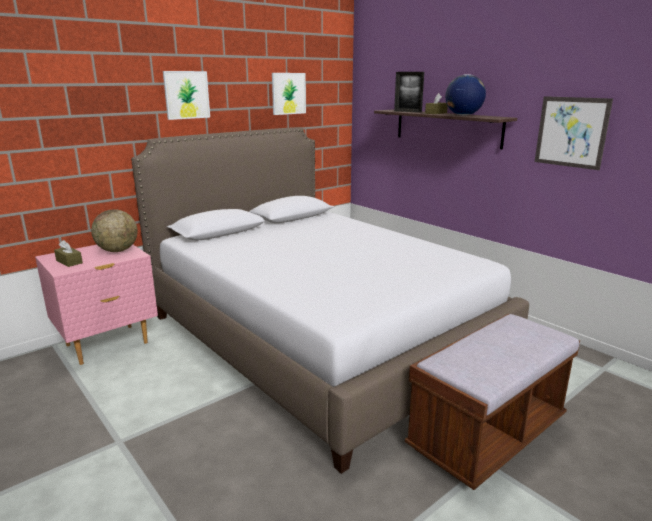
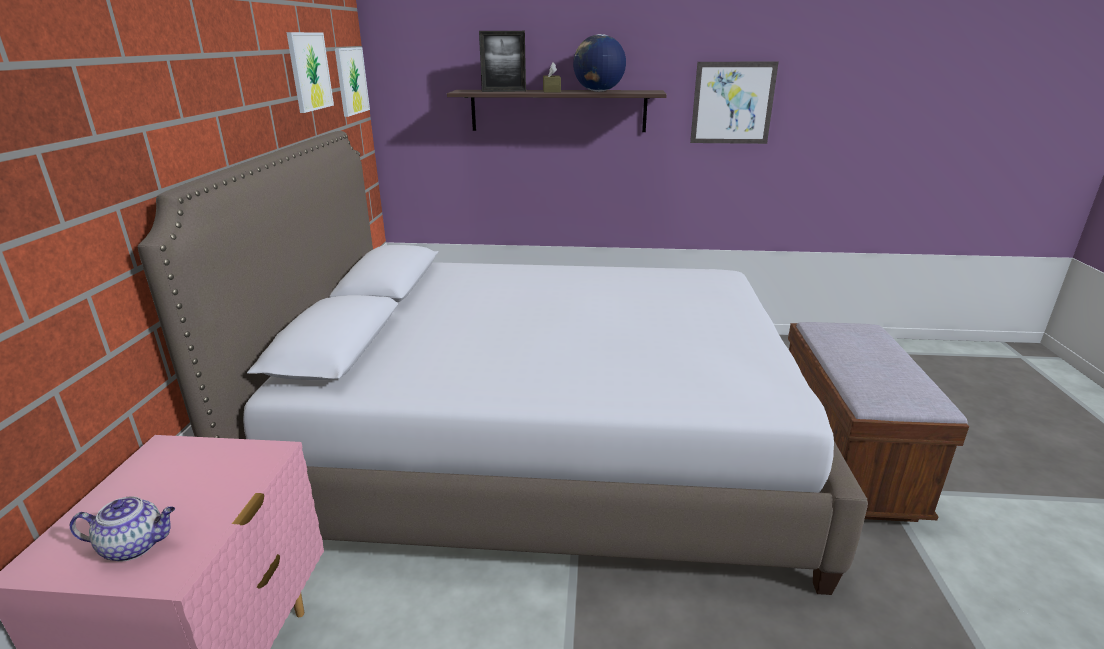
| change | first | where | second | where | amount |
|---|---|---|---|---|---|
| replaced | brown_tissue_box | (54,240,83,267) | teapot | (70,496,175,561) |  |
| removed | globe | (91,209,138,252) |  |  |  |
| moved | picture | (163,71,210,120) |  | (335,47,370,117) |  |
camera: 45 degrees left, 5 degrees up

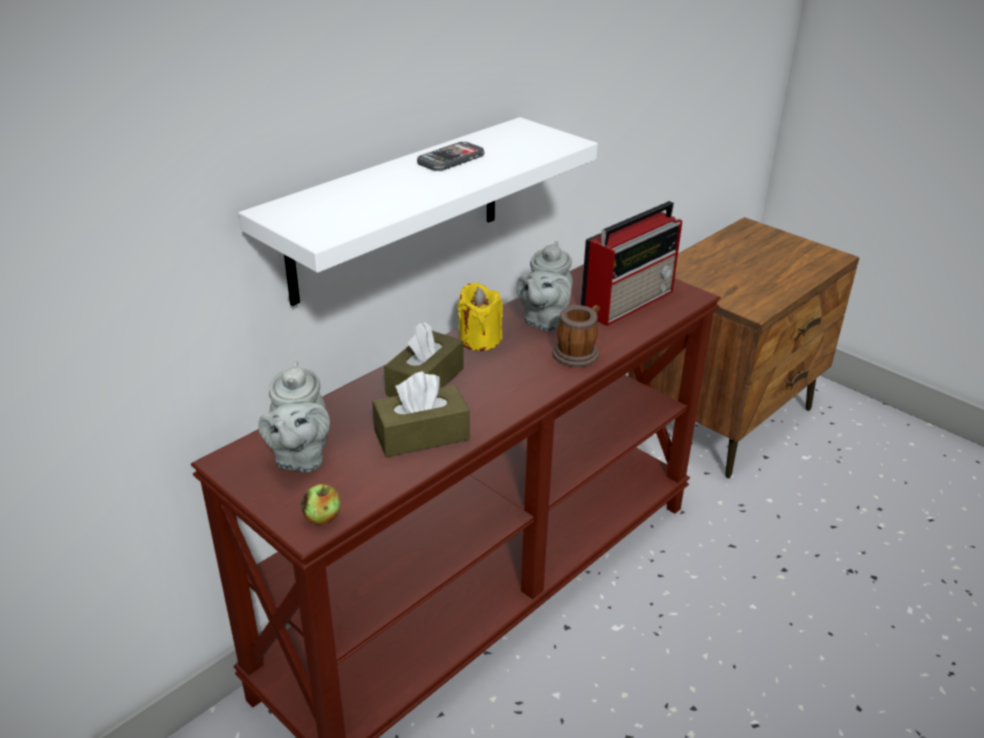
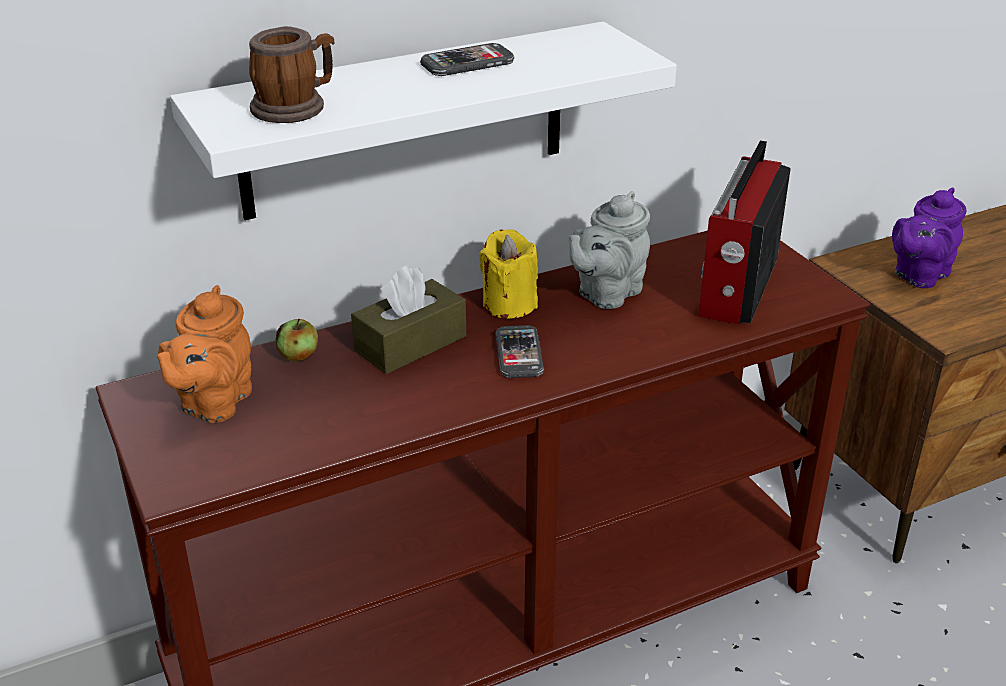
| change | first | where | second | where | amount |
|---|---|---|---|---|---|
| recoloured | grey_teapot | (258,361,330,472) | orange_teapot | (157,285,252,423) |  |
| moved | apple | (301,484,340,525) |  | (276,318,318,361) |  |
| removed | brown_tissue_box | (373,372,470,457) |  |  |  |
| moved | mug | (552,305,600,367) |  | (249,26,334,123) |  |
| turned | radio | (581,201,682,326) |  | (698,140,791,325) | 135 degrees clockwise |
| added |  |  | phone | (495,325,544,378) |  |
| added |  |  | purple_teapot | (892,188,967,288) |  |
camera: 20 degrees right, 0 degrees up

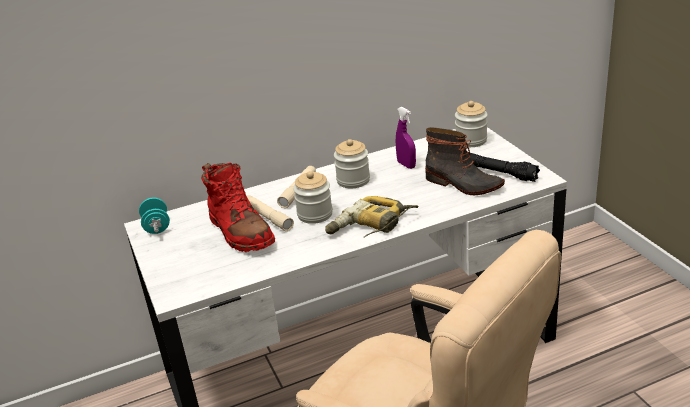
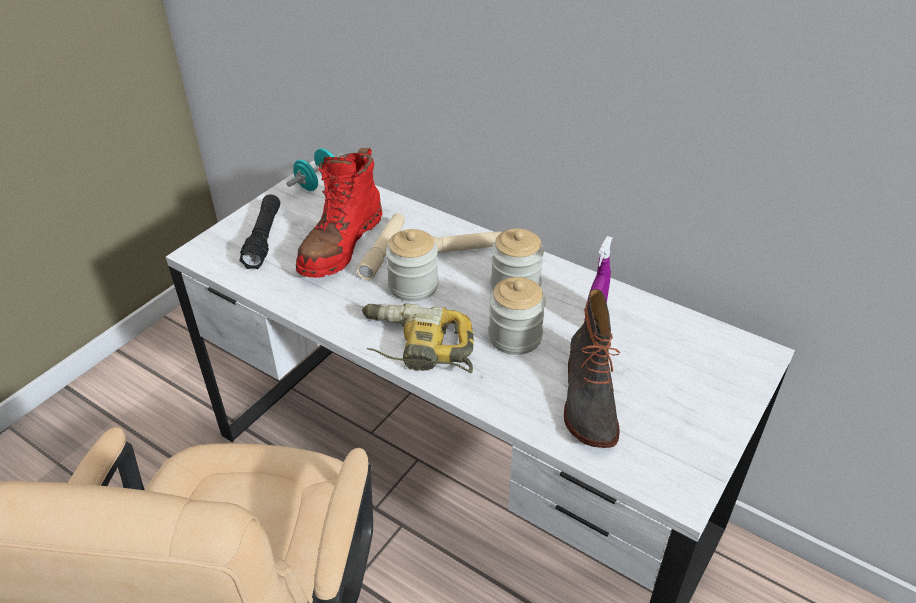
| change | first | where | second | where | amount |
|---|---|---|---|---|---|
| moved | jar | (455,101,488,147) |  | (489,277,546,355) |  |
| moved | black_flashlight | (468,153,540,182) |  | (239,194,280,269) |  |
camera: 55 degrees right, 10 degrees up

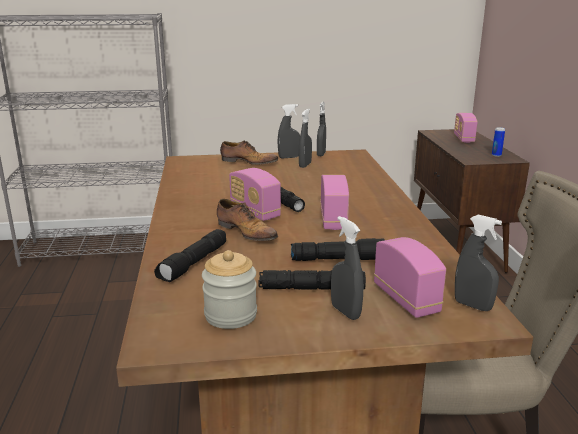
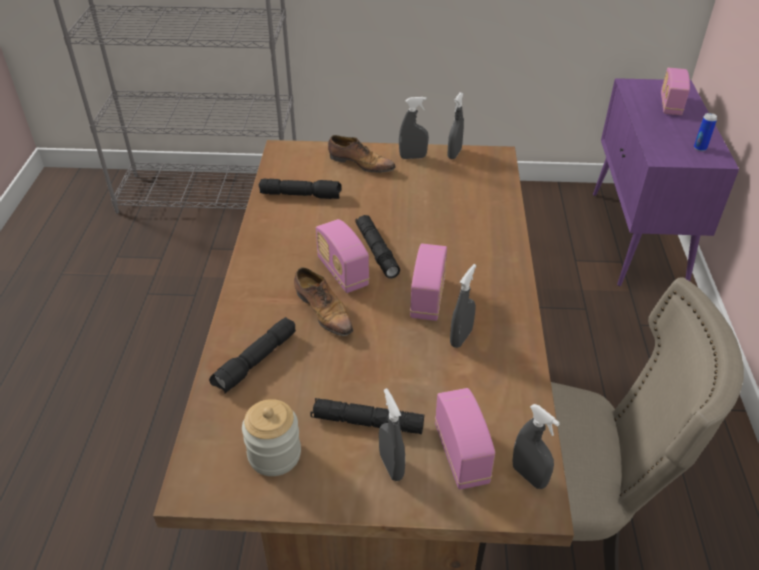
| change | first | where | second | where | amount |
|---|---|---|---|---|---|
| moved | black_flashlight | (291,238,384,261) |  | (259,179,341,199) |  |
| moved | grey_spray_bottle | (299,109,312,168) |  | (450,264,476,348) |  |
| recoloured | brown_cabinet | (414,129,530,273) | purple_cabinet | (593,78,739,286) |  |
camera: 10 degrees right, 20 degrees up

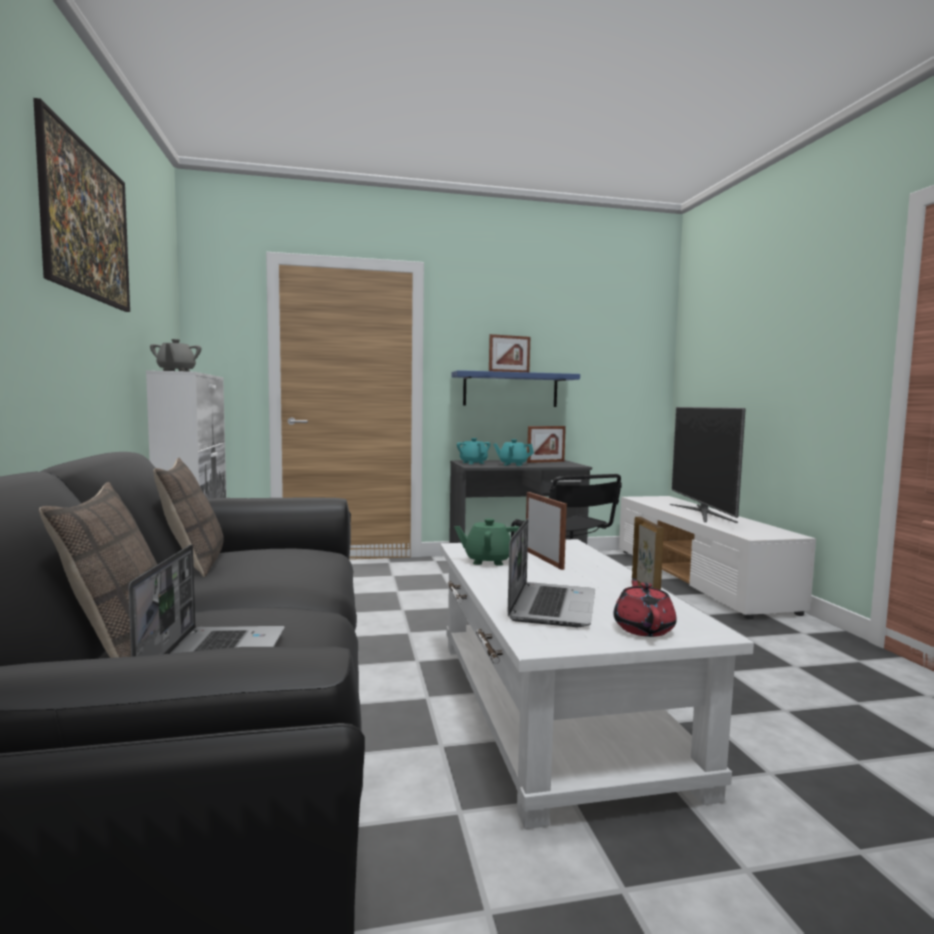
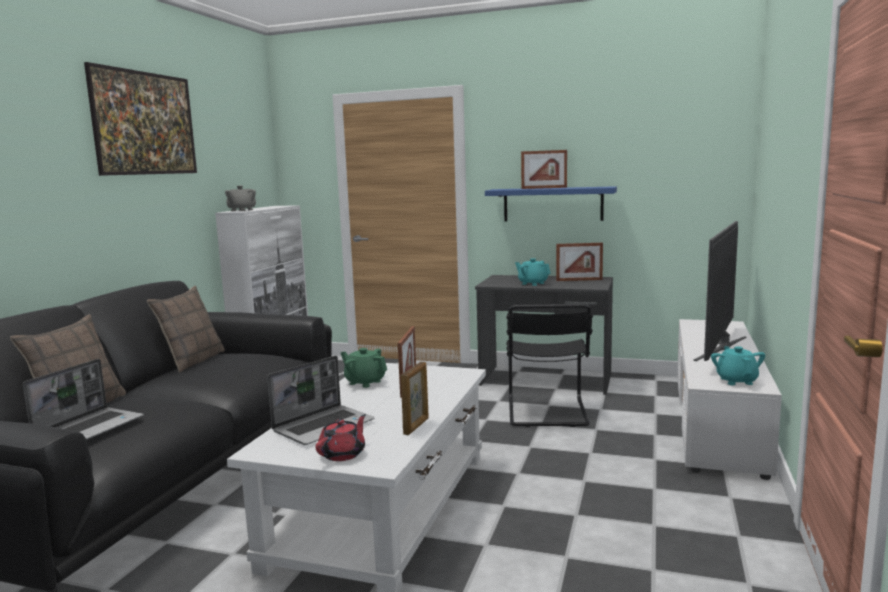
| change | first | where | second | where | amount |
|---|---|---|---|---|---|
| moved | turquoise_teapot | (457,438,490,464) |  | (711,346,765,385) |  |
camera: 30 degrees right, 5 degrees up

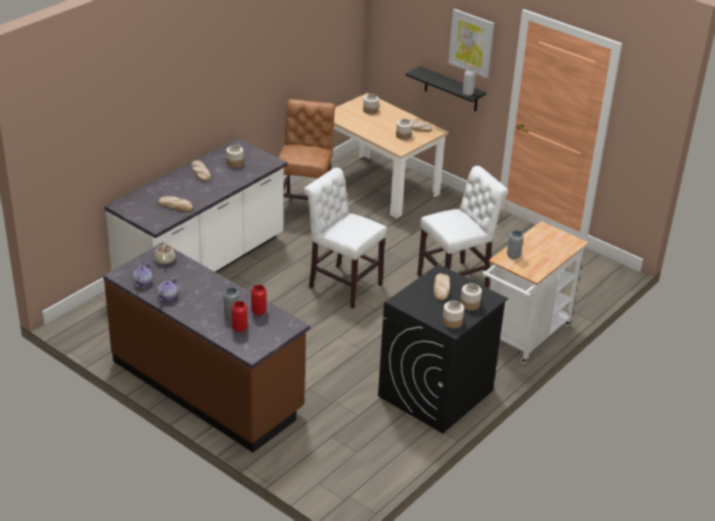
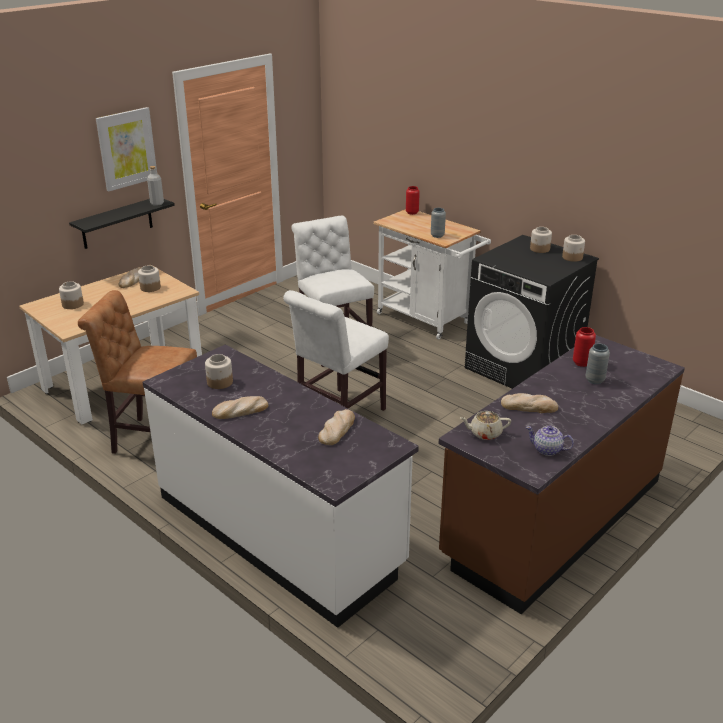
| change | first | where | second | where | amount |
|---|---|---|---|---|---|
| removed | teapot | (157,277,178,301) |  |  |  |
| moved | red_vase | (231,301,248,332) |  | (406,186,420,215) |  |
| moved | bread | (433,273,450,301) |  | (501,393,558,413) |  |
camera: 85 degrees left, 5 degrees down

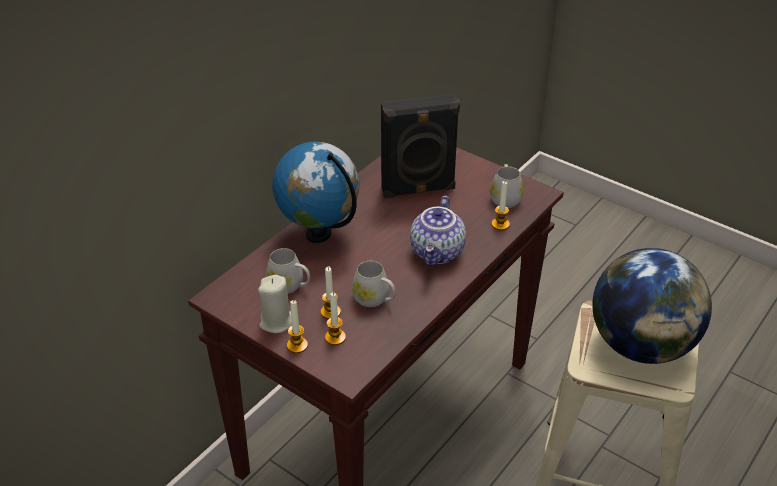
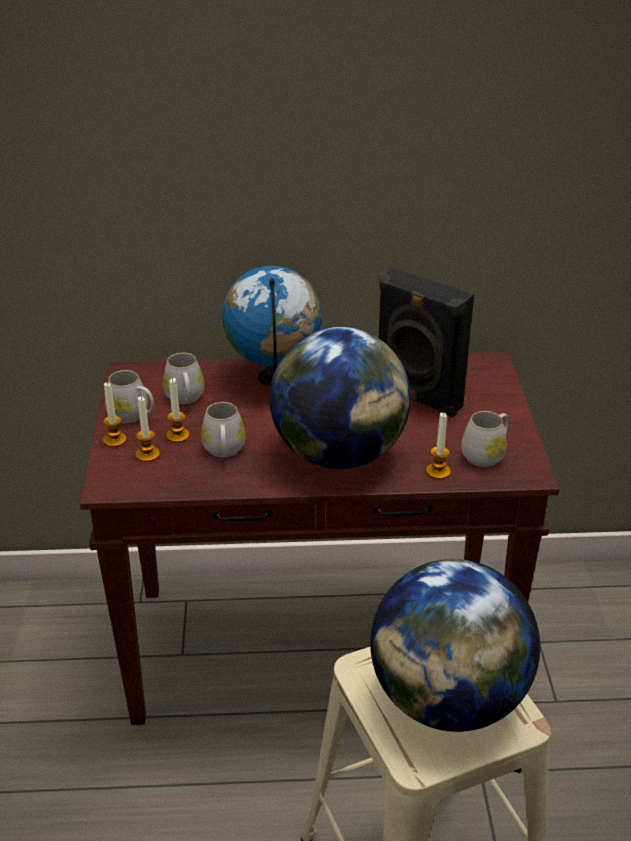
| change | first | where | second | where | amount |
|---|---|---|---|---|---|
| replaced | beige_candle | (258,275,292,333) | white_mug | (105,370,154,423) |  |
| replaced | teapot | (410,195,466,265) | globe | (269,327,411,469) |  |
camera: 50 degrees right, 5 degrees down

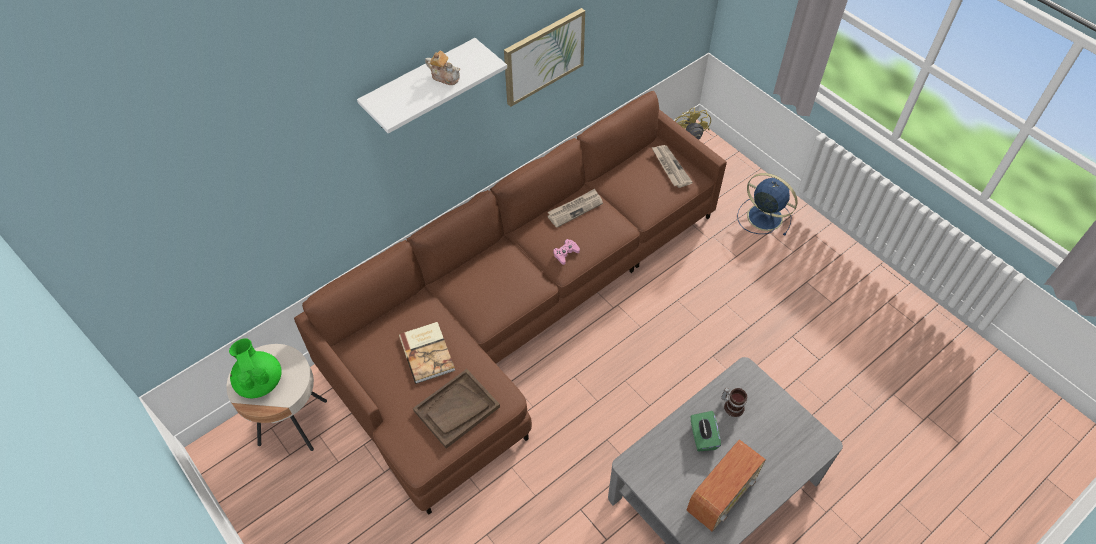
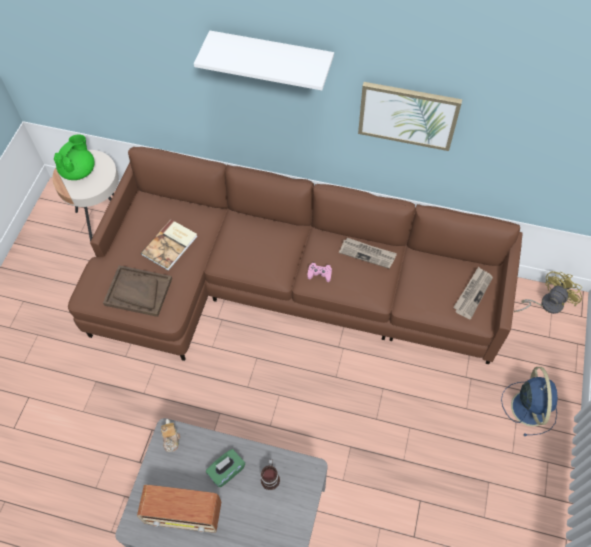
| change | first | where | second | where | amount |
|---|---|---|---|---|---|
| moved | teapot | (425,51,460,85) |  | (161,419,180,452) |  |
camera: 55 degrees right, 5 degrees up

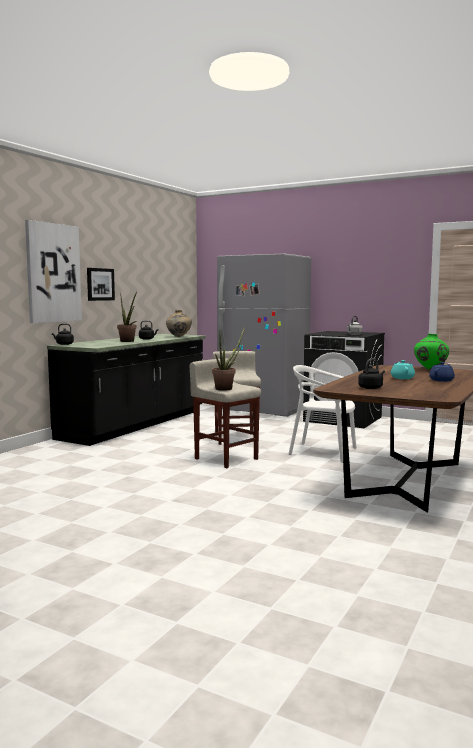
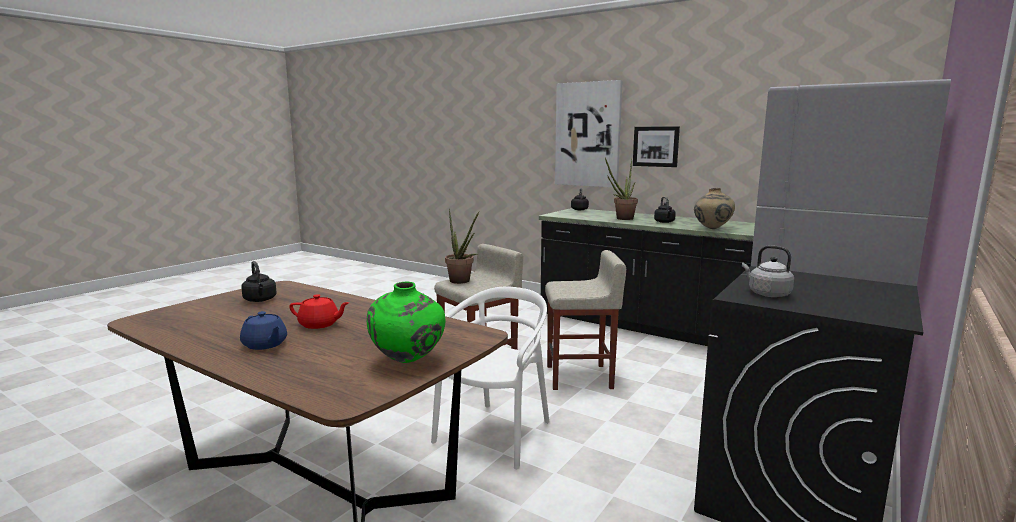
| change | first | where | second | where | amount |
|---|---|---|---|---|---|
| recoloured | turquoise_teapot | (391,360,415,379) | red_teapot | (289,294,349,329) |  |
camera: 95 degrees right, 5 degrees up

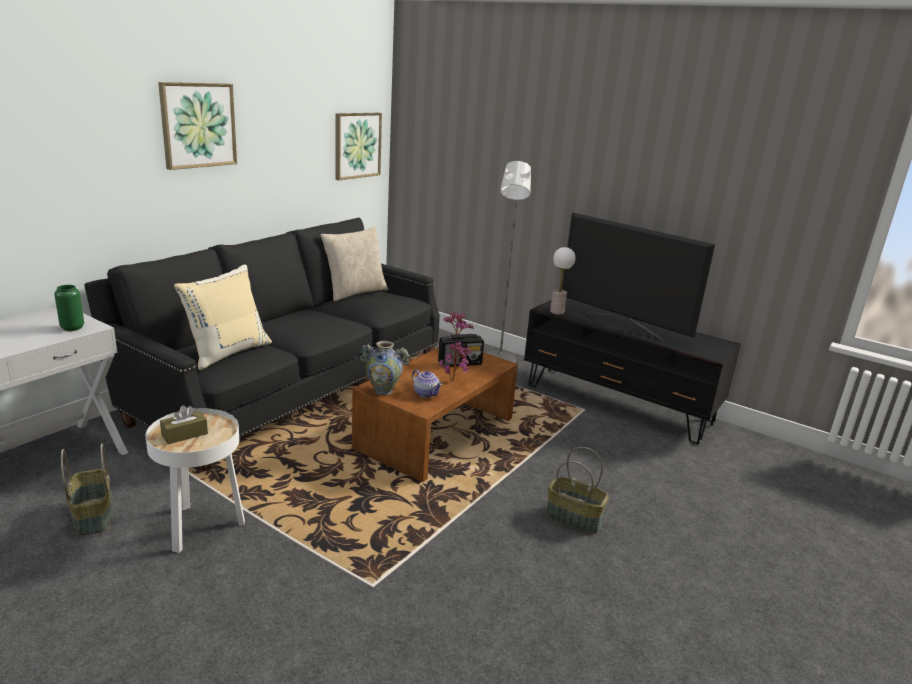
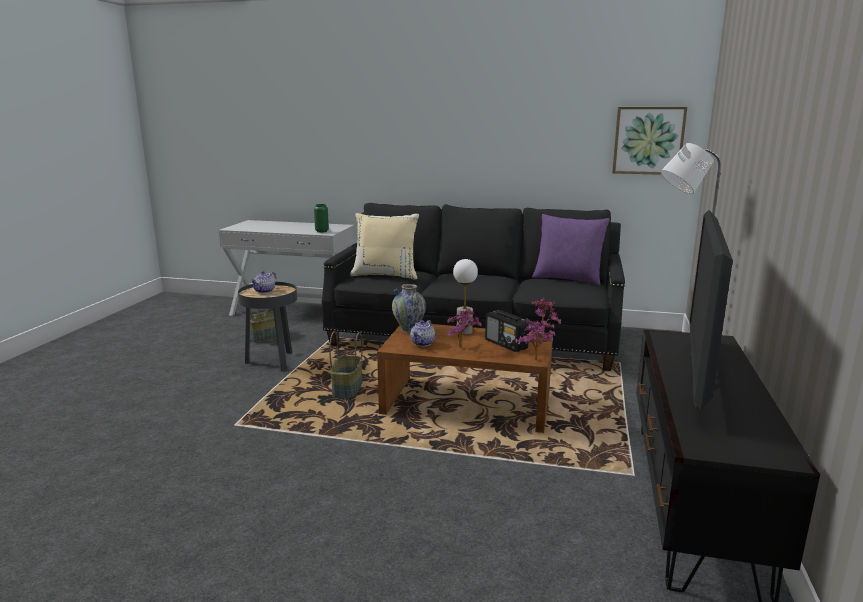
| change | first | where | second | where | amount |
|---|---|---|---|---|---|
| recoloured | white_side_table | (145,408,245,553) | black_side_table | (238,282,297,371) |  |
| removed | picture | (158,82,237,170) |  |  |  |
| replaced | brown_tissue_box | (160,405,208,444) | teapot | (251,271,277,293) |  |
| recoloured | beige_pillow | (320,226,388,301) | purple_pillow | (532,214,610,286) |  |
| moved | basket | (545,447,609,534) |  | (329,331,363,398) |  |
| moved | table_lamp | (550,247,575,315) |  | (453,259,478,335) |  |
| added |  |  | potted_plant | (516,320,555,360) |  |
camera: 70 degrees right, 5 degrees down

